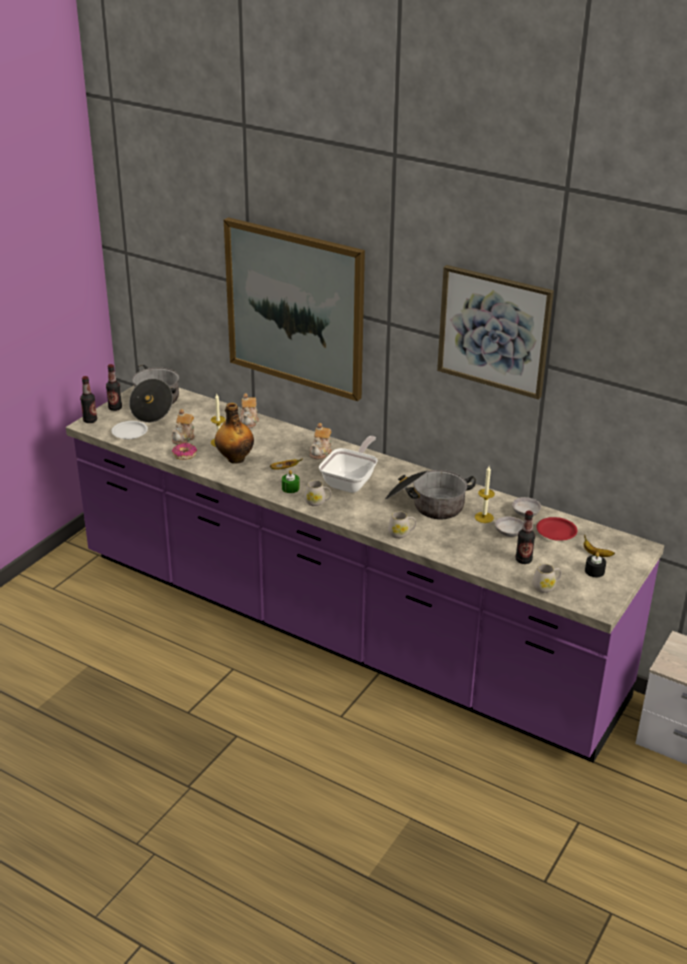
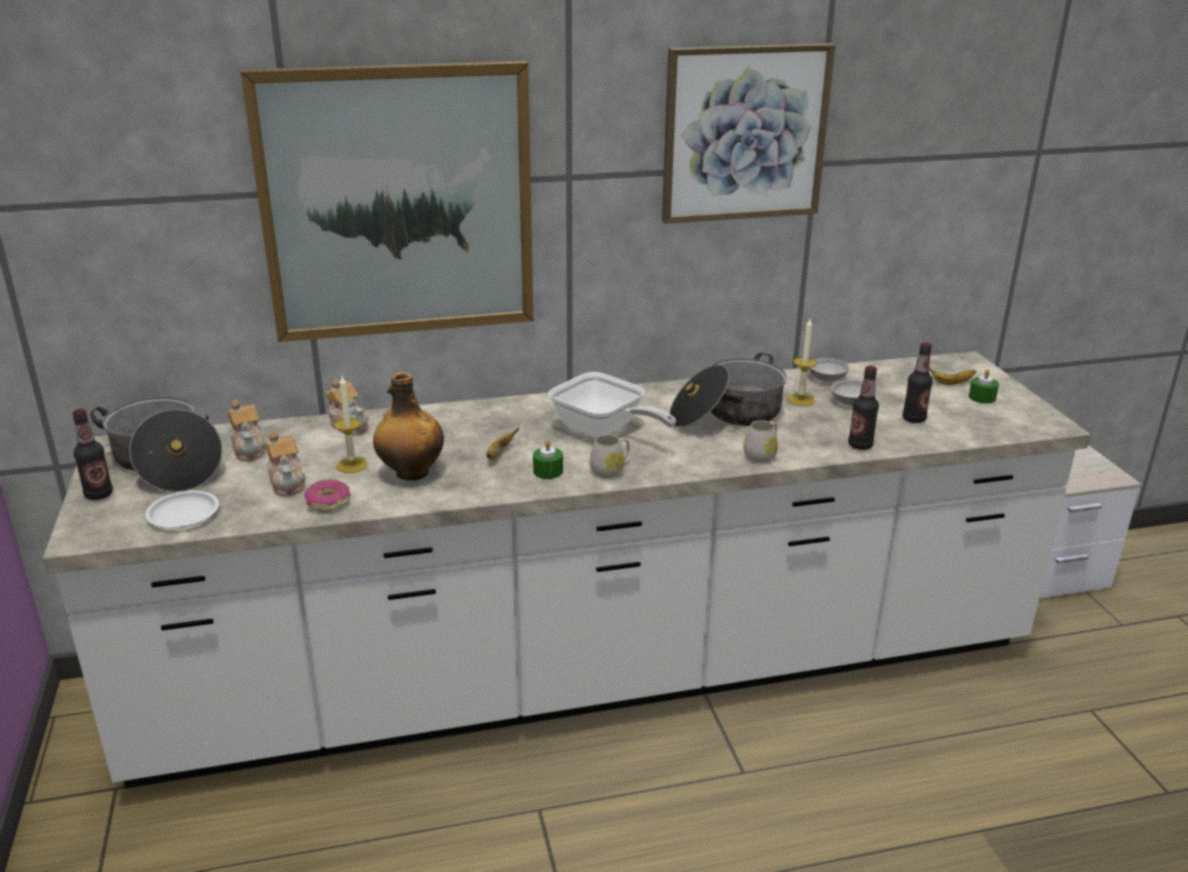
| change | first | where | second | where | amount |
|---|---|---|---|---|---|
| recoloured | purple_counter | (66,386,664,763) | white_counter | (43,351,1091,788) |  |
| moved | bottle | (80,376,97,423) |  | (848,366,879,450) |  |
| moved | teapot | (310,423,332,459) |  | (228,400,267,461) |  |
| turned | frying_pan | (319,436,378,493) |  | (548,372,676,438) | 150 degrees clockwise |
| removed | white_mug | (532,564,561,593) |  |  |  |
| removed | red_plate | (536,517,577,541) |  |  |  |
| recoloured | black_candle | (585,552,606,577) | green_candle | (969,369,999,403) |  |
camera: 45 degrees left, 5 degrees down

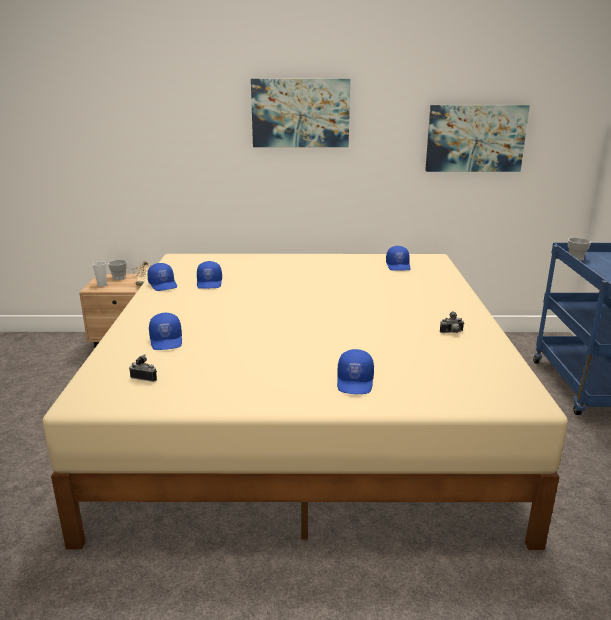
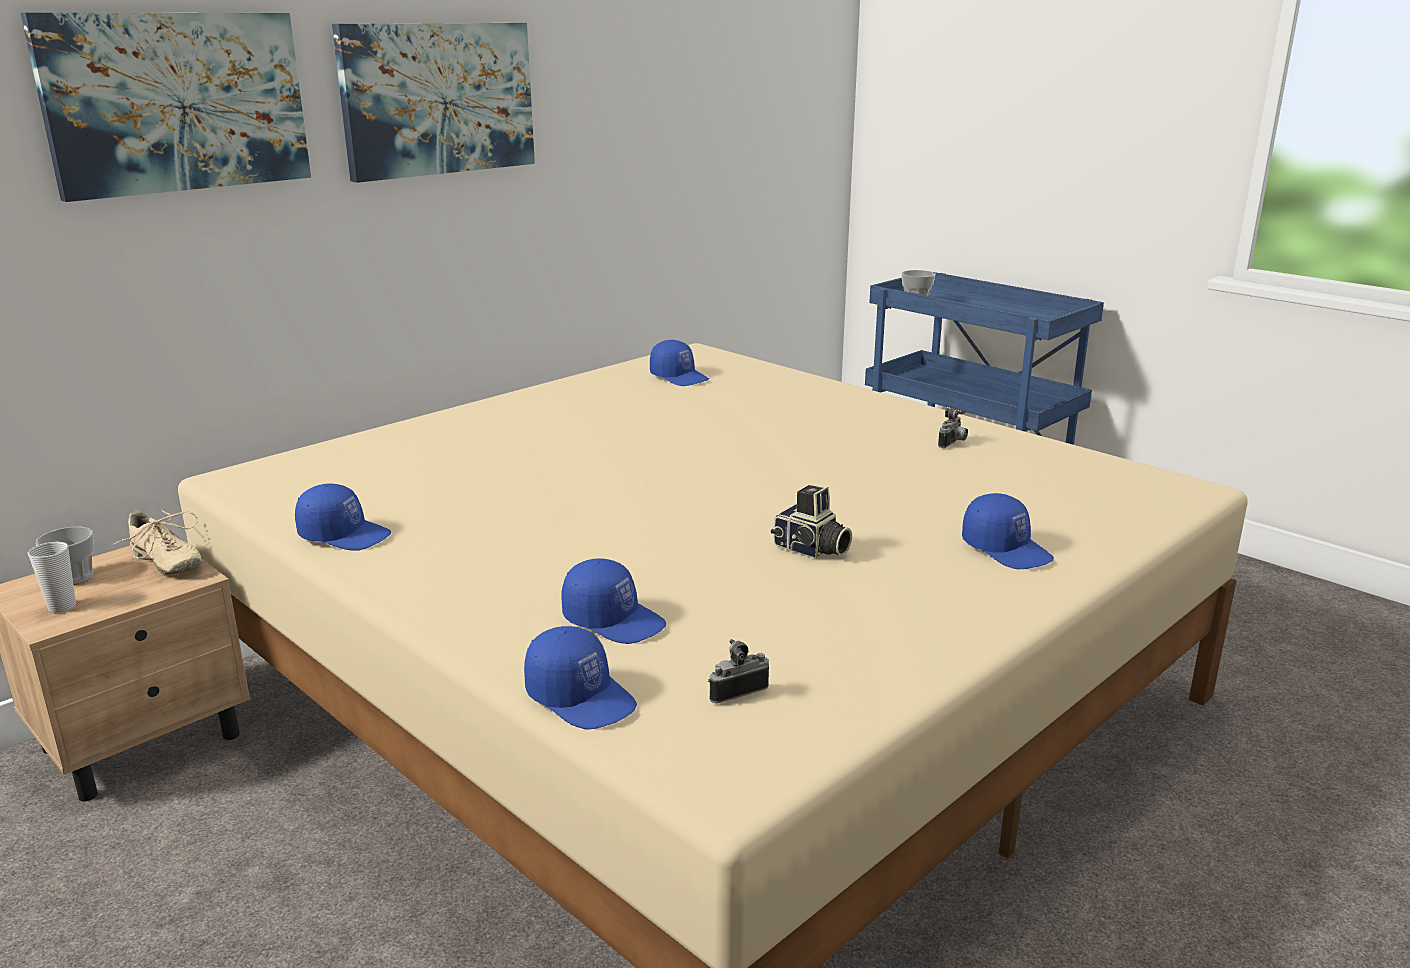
| change | first | where | second | where | amount |
|---|---|---|---|---|---|
| moved | blue_cap | (197,261,222,289) |  | (524,626,637,730) |  |
| moved | picture | (425,105,530,172) |  | (21,13,311,202) |  |
| added |  |  | photo_camera | (771,485,852,559) |  |
camera: 45 degrees left, 0 degrees up

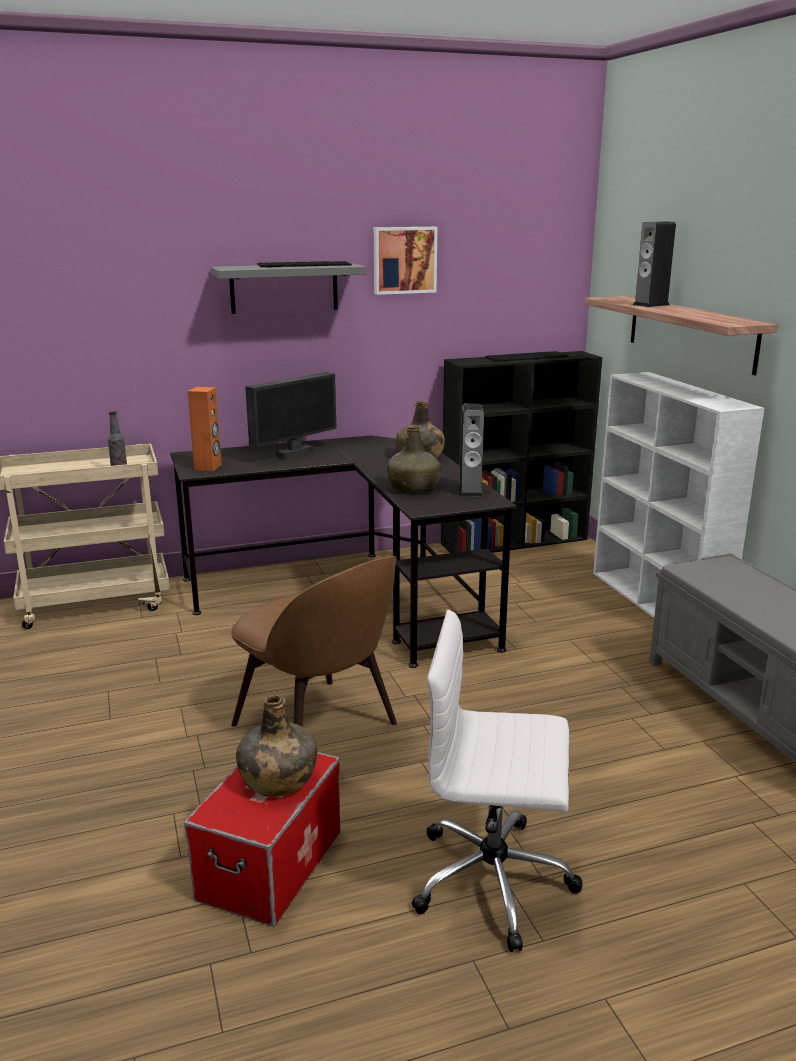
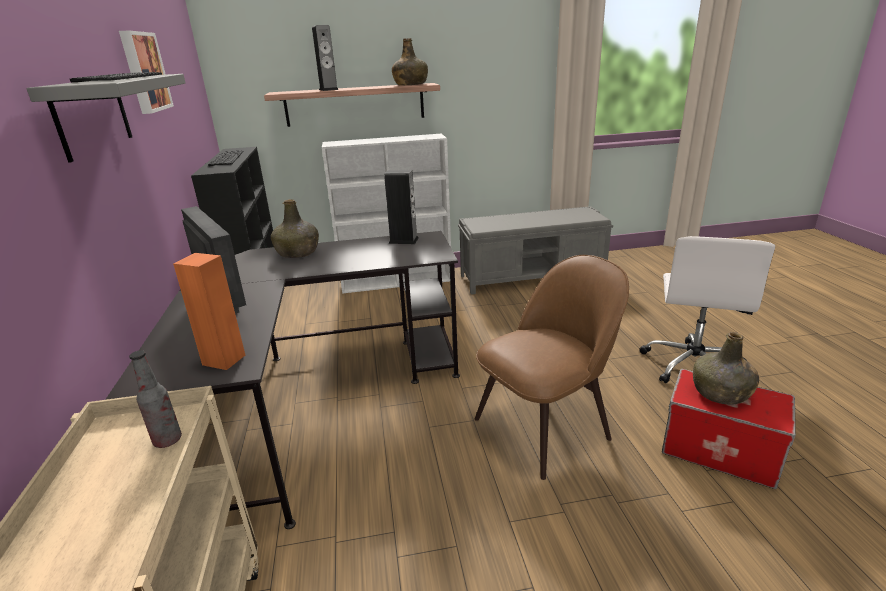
| change | first | where | second | where | amount |
|---|---|---|---|---|---|
| moved | green_bottle | (387,425,441,493) |  | (392,38,428,85) |  |
camera: 80 degrees left, 5 degrees up

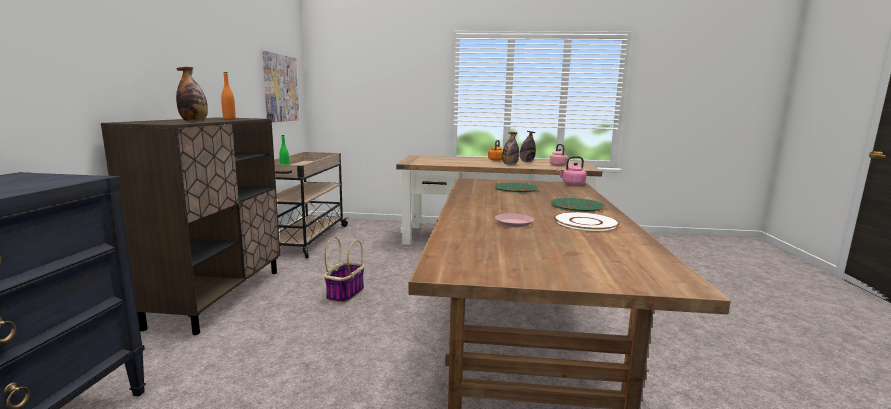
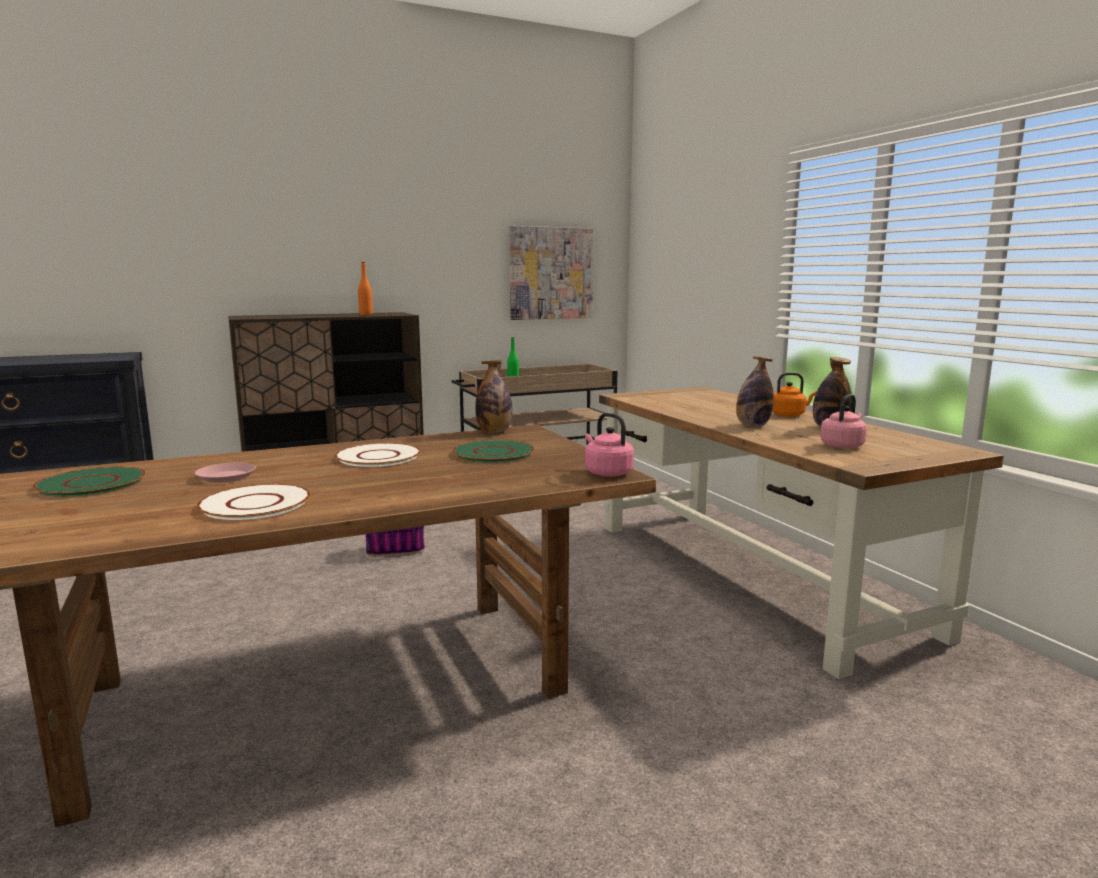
| change | first | where | second | where | amount |
|---|---|---|---|---|---|
| moved | bottle | (176,67,208,122) |  | (475,360,513,433) |  |
| moved | green_plate | (549,198,606,212) |  | (32,466,146,497) |  |
| added |  |  | white_plate | (335,443,421,467) |  |
camera: 60 degrees right, 0 degrees up

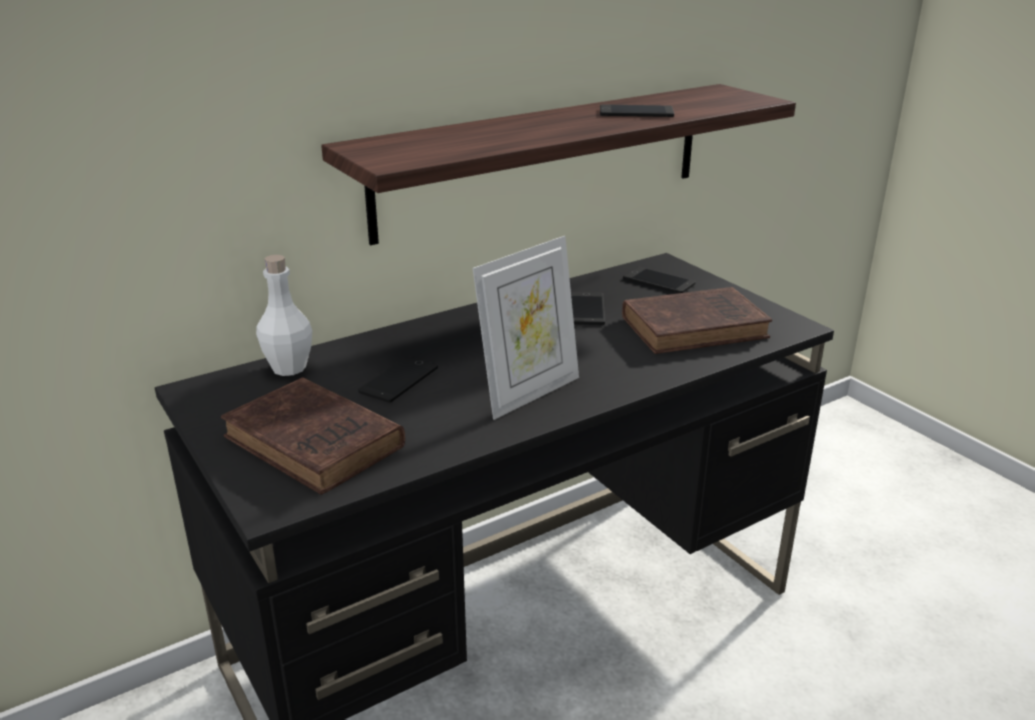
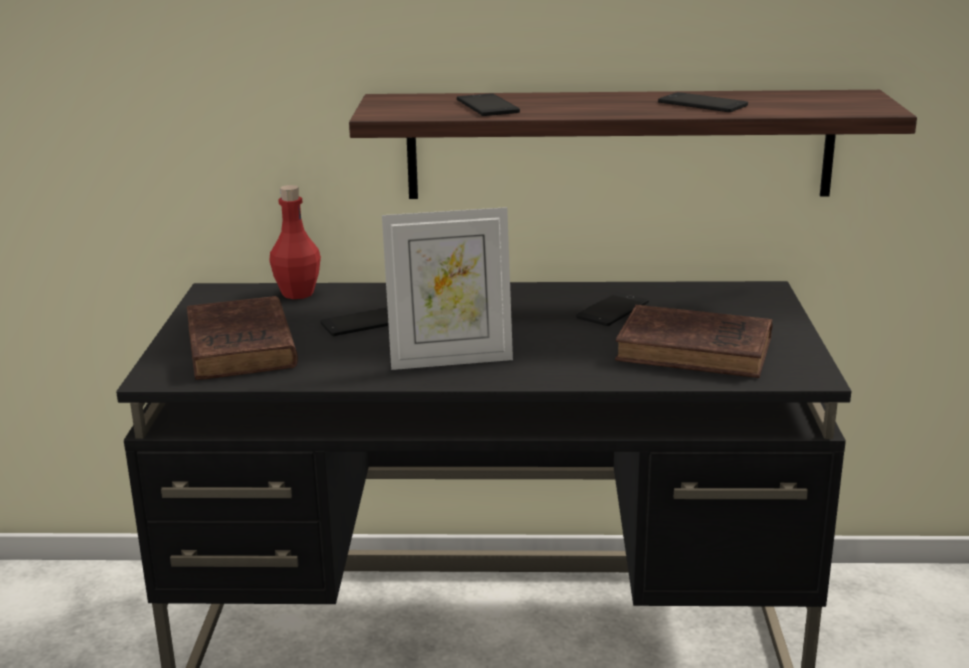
| change | first | where | second | where | amount |
|---|---|---|---|---|---|
| recoloured | white_bottle | (256,255,312,376) | red_bottle | (269,185,321,299) |  |
| moved | phone | (623,267,696,293) |  | (457,93,520,116) |  |
camera: 35 degrees right, 5 degrees down

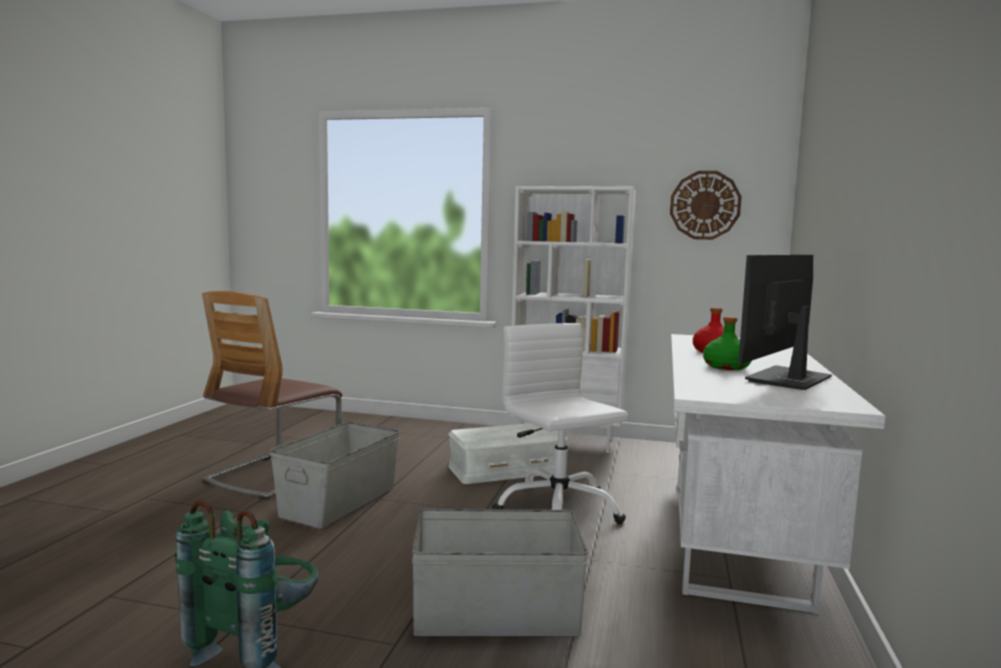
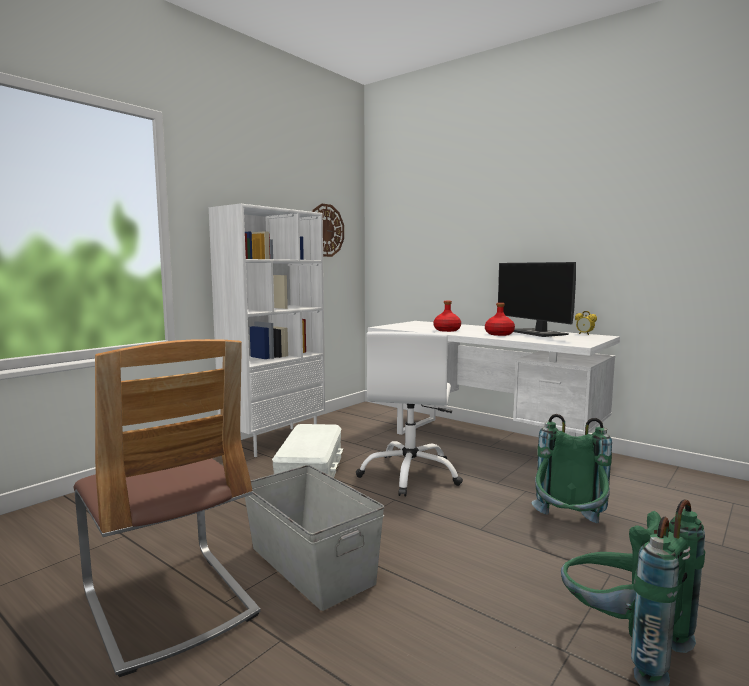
| change | first | where | second | where | amount |
|---|---|---|---|---|---|
| replaced | grey_storage_box | (412,509,588,636) | green_backpack | (532,414,612,523) |  |
| turned | white_office_chair | (492,323,629,524) |  | (356,332,463,497) | 75 degrees counterclockwise |
| recoloured | green_bottle | (703,317,752,370) | red_bottle | (485,303,515,336) |  |
| added |  |  | alarm_clock | (575,311,597,335) |  |
camera: 65 degrees left, 0 degrees up

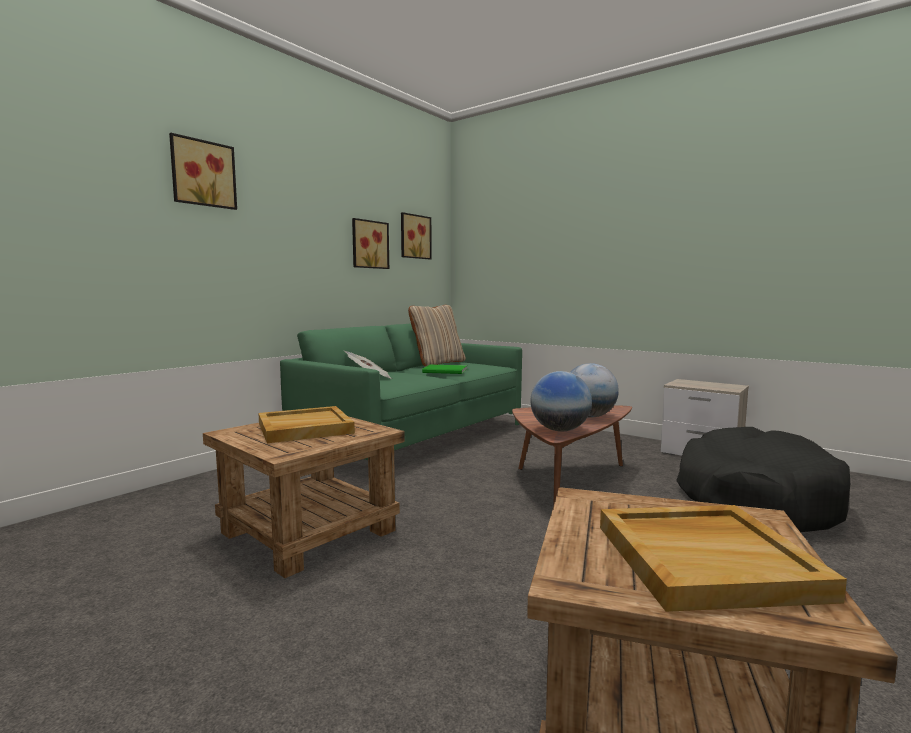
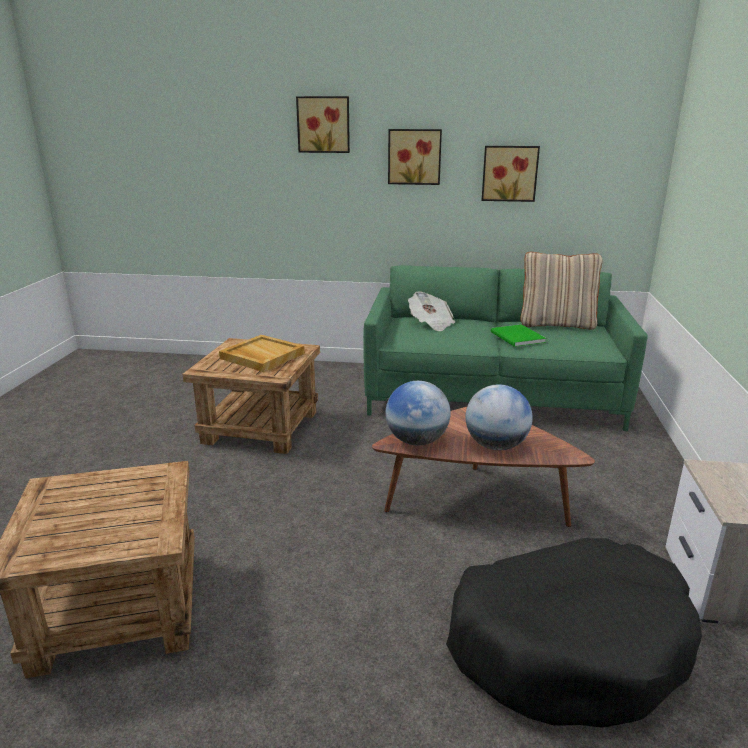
| change | first | where | second | where | amount |
|---|---|---|---|---|---|
| moved | picture | (401,212,432,259) |  | (388,129,442,185) |  |
| removed | beige_tray | (600,505,847,612) |  |  |  |
camera: 60 degrees right, 15 degrees up

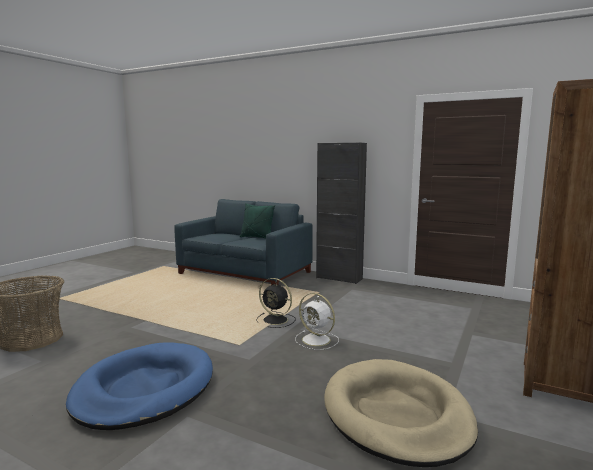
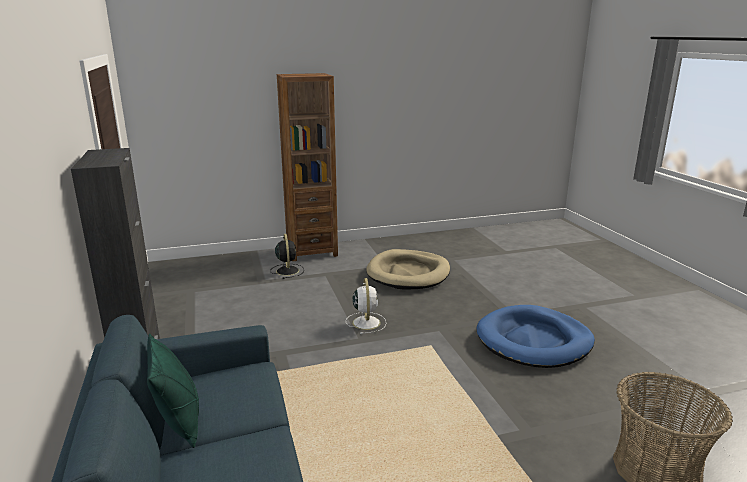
| change | first | where | second | where | amount |
|---|---|---|---|---|---|
| moved | black_fan | (256,278,296,328) |  | (270,234,304,279) |  |
camera: 135 degrees left, 10 degrees up

